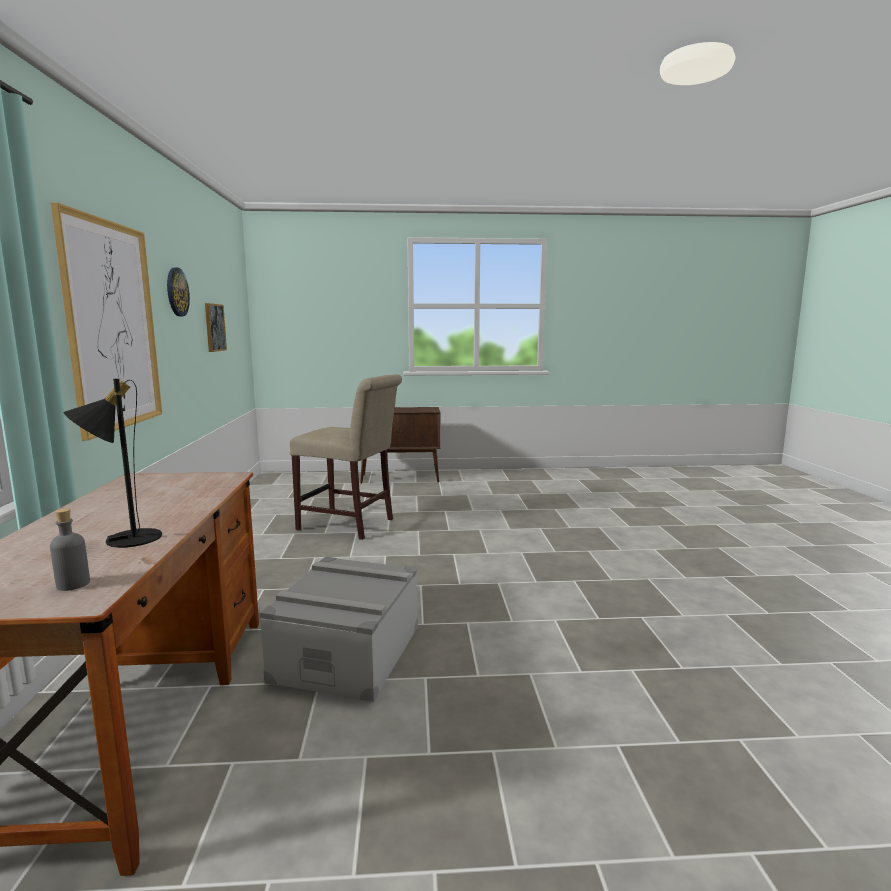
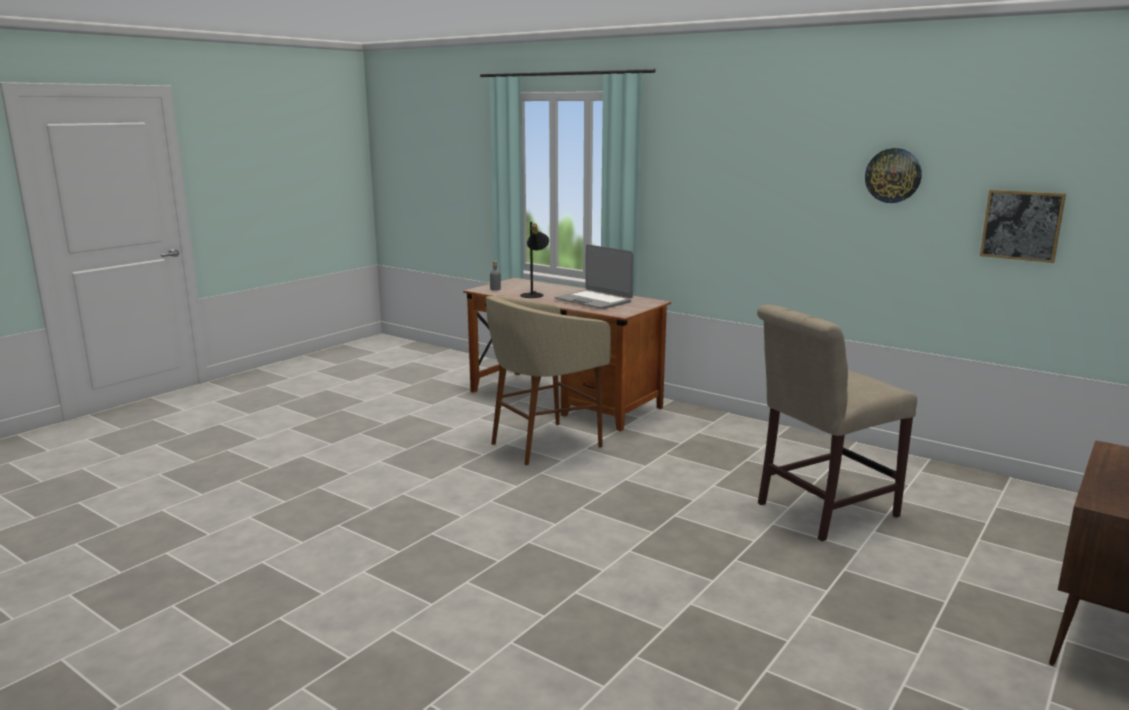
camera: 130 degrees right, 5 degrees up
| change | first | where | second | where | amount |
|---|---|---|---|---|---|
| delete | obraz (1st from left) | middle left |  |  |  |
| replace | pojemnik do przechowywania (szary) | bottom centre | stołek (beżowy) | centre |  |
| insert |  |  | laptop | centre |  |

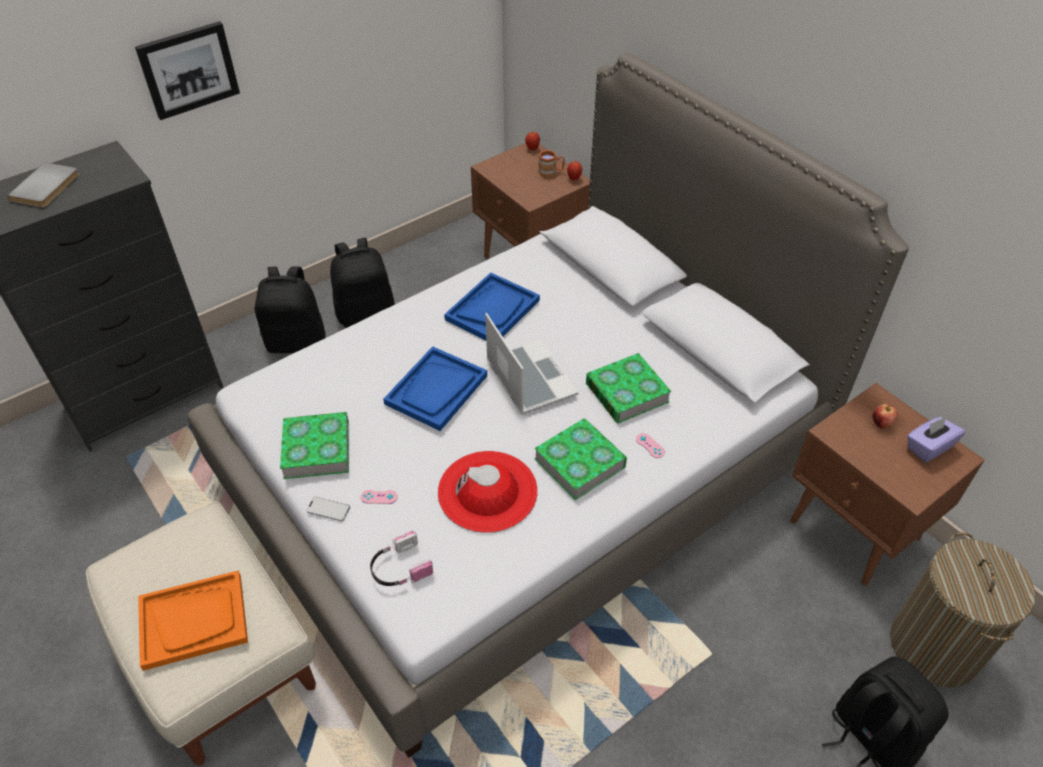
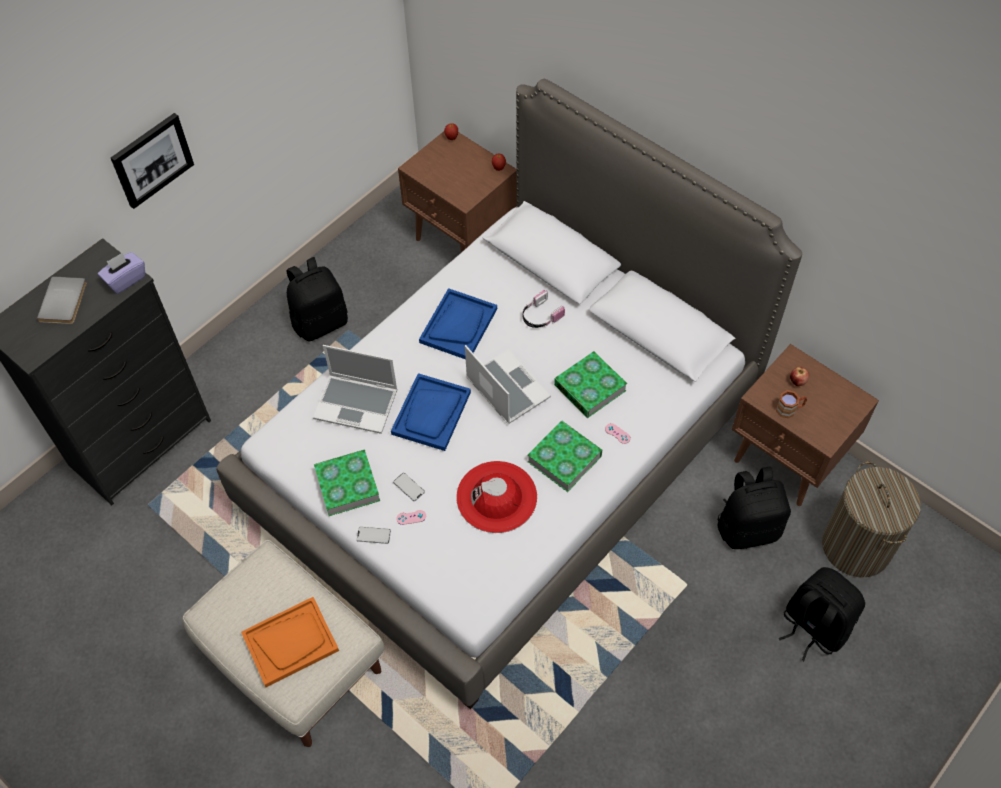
camera: 10 degrees left, 10 degrees up
| change | first | where | second | where | amount |
|---|---|---|---|---|---|
| move | plecak (czarny) (1st from left in the first image) | middle left | plecak (czarny) (2nd from left) | middle right |  |
| move | słuchawki | bottom centre |  | centre |  |
| move | kubek (brązowy) | top centre |  | middle right |  |
| move | pudełko chusteczek (fioletowy) | middle right |  | middle left |  |
| insert |  |  | laptop (1st from left) | centre |  |
| insert |  |  | telefon (2nd from left) | centre |  |

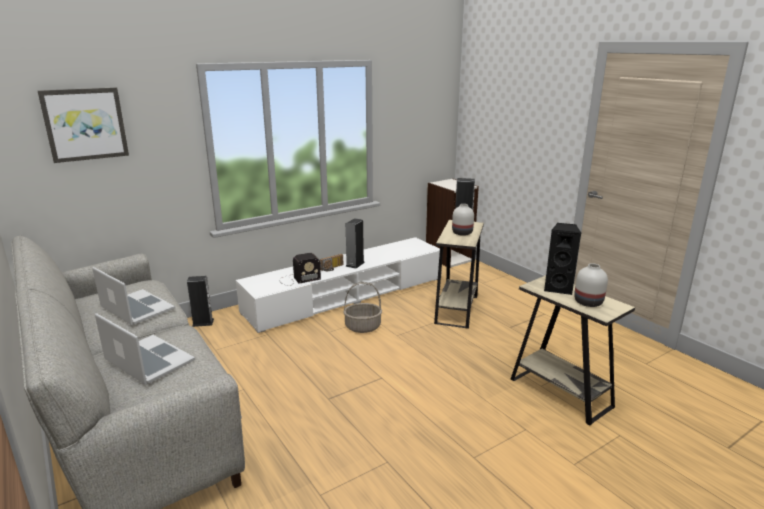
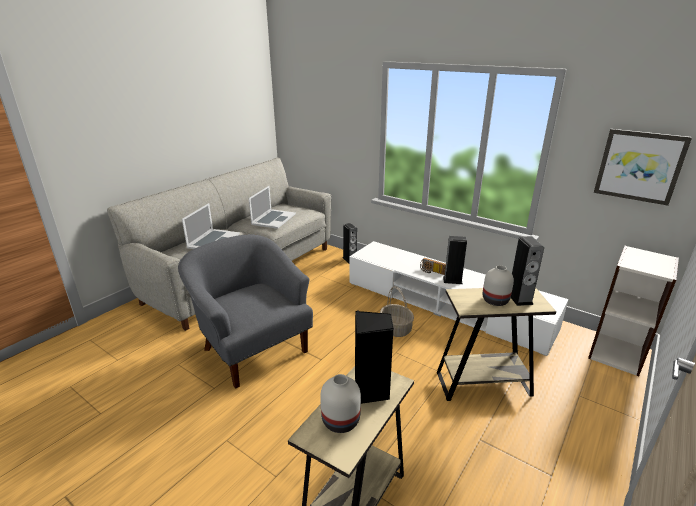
camera: 70 degrees right, 5 degrees up
| change | first | where | second | where | amount |
|---|---|---|---|---|---|
| move | obraz | top left |  | top right |  |
| delete | radio (1st from left) | centre |  |  |  |
| insert |  |  | fotel (szary) | centre |  |

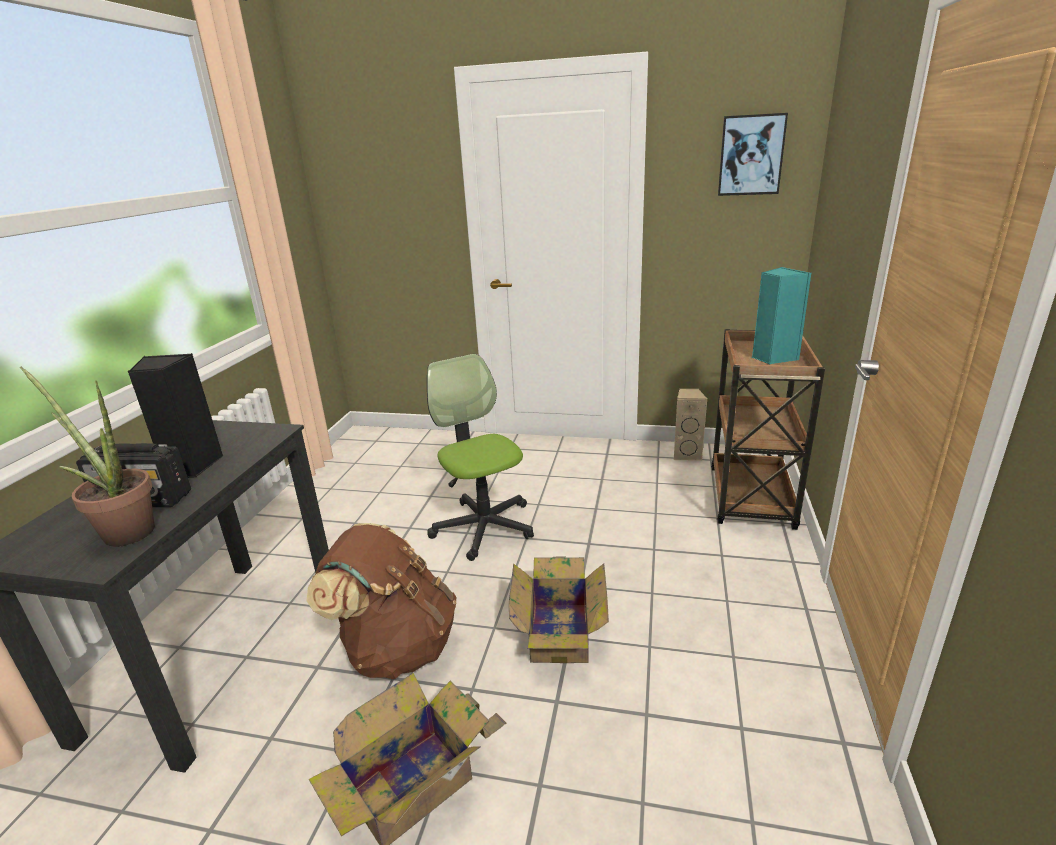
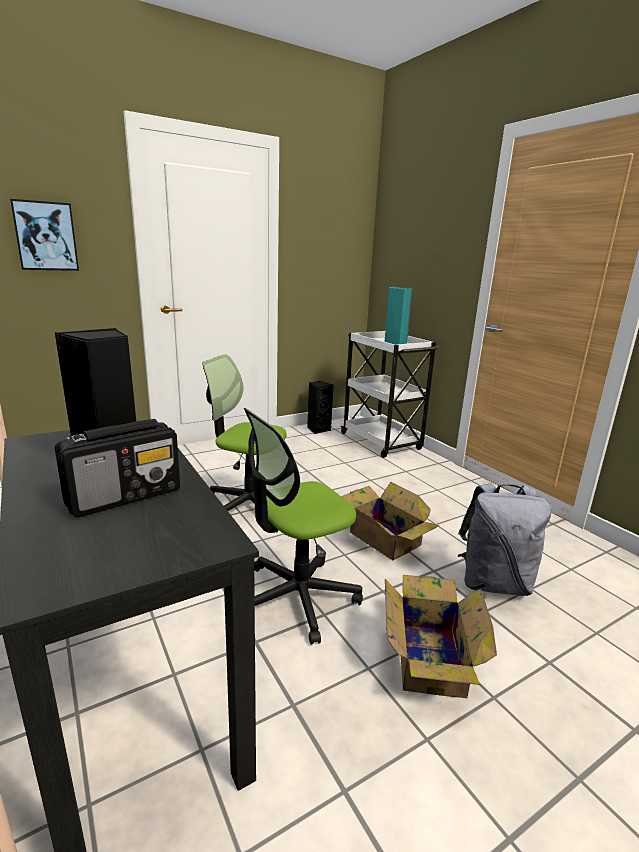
camera: 45 degrees left, 5 degrees down
| change | first | where | second | where | amount |
|---|---|---|---|---|---|
| delete | roślina doniczkowa | middle left |  |  |  |
| replace | plecak (brązowy) | bottom centre | krzesło biurowe (2nd from left) | centre |  |
| recolor | głośnik (beżowy) | centre | głośnik (czarny) (2nd from left) | centre |  |
| recolor | wózek (brązowy) | middle right | wózek (biały) | centre |  |
| move | obraz | top right |  | top left |  |
| insert |  |  | plecak (szary) | middle right |  |

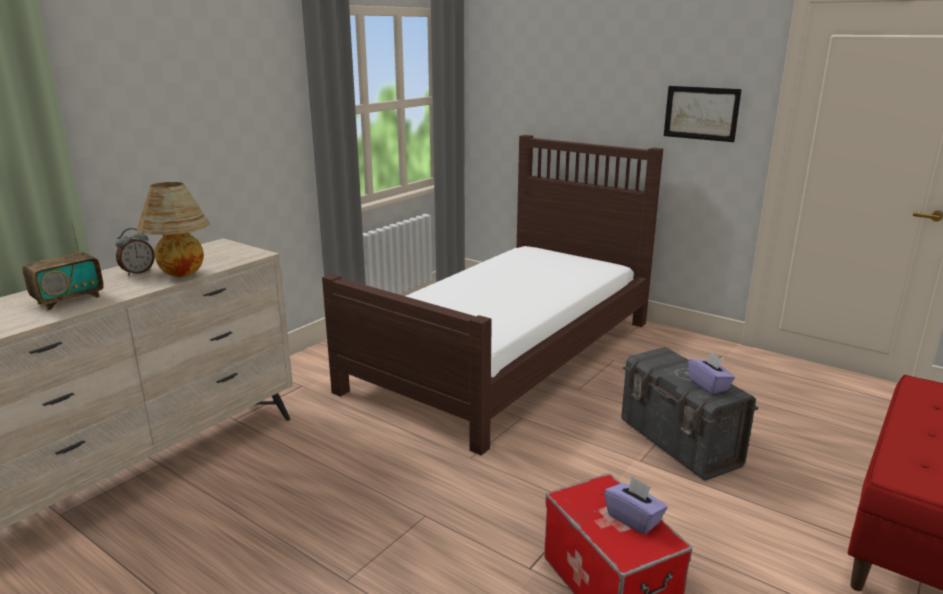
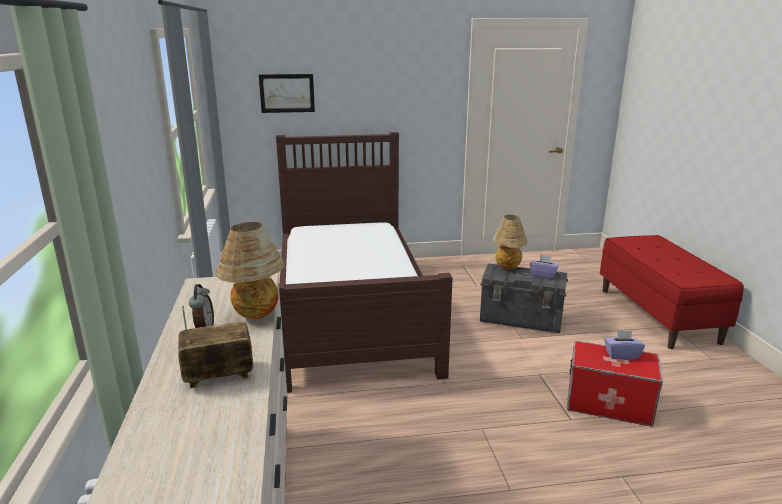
camera: 45 degrees left, 0 degrees up
| change | first | where | second | where | amount |
|---|---|---|---|---|---|
| rotate | radio | middle left |  | bottom left | 105 degrees counterclockwise |
| move | obraz | top right |  | top centre |  |
| insert |  |  | lampa stołowa (2nd from left) | centre |  |

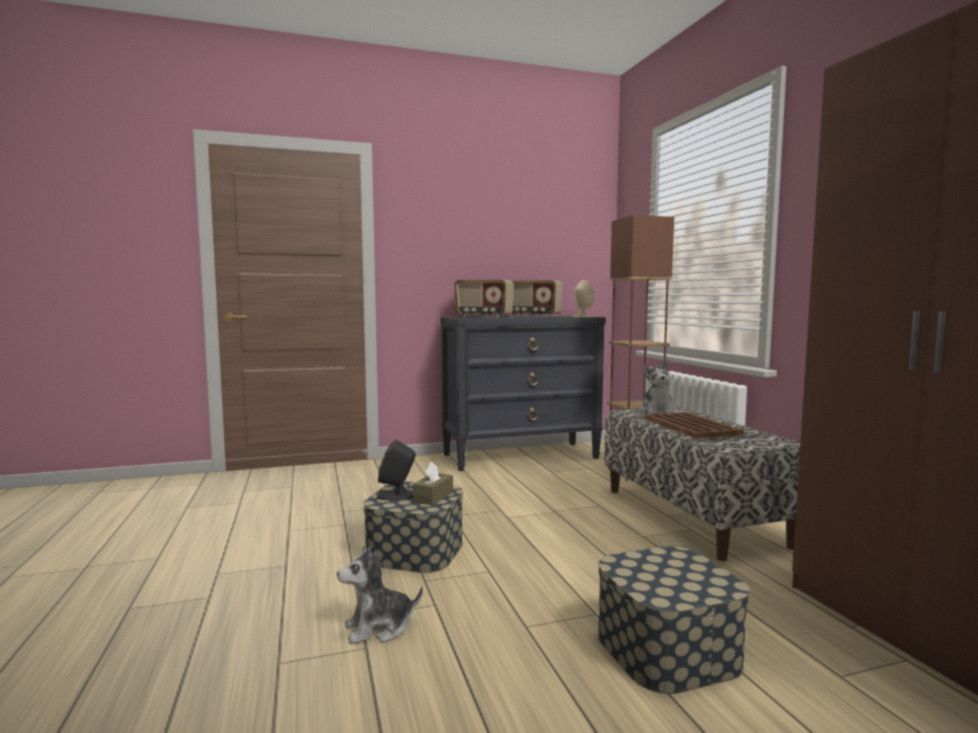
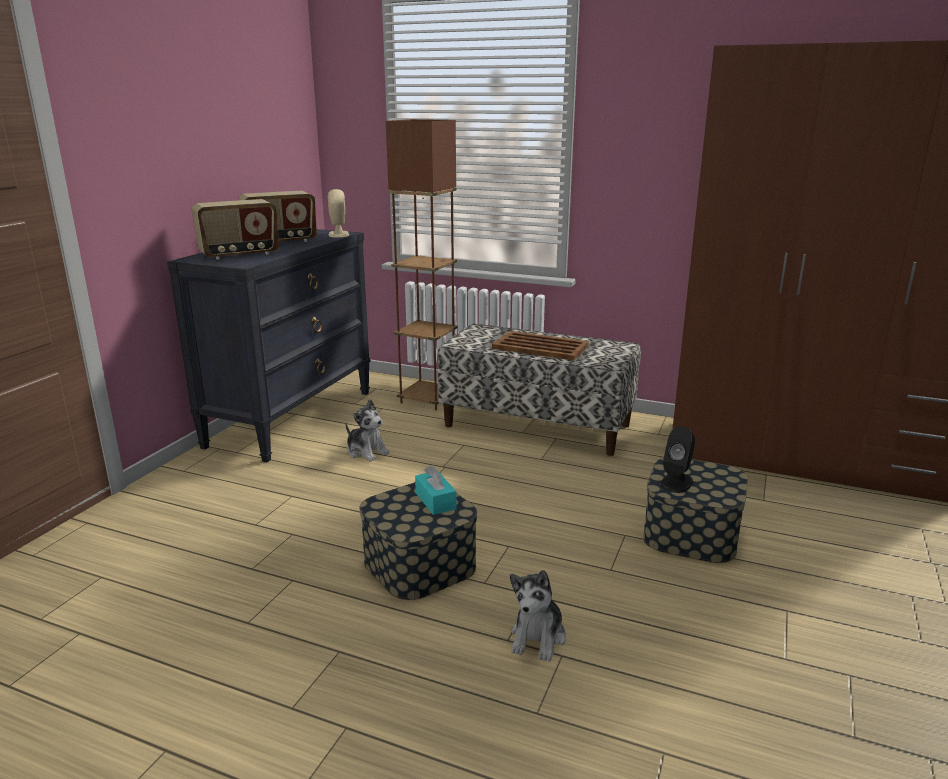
camera: 50 degrees left, 15 degrees up
| change | first | where | second | where | amount |
|---|---|---|---|---|---|
| move | głośnik (czarny) | centre |  | middle right |  |
| recolor | pudełko chusteczek (brązowy) | centre | pudełko chusteczek (turkusowy) | centre |  |
| move | pluszak (2nd from left in the first image) | middle right | pluszak (1st from left) | centre |  |

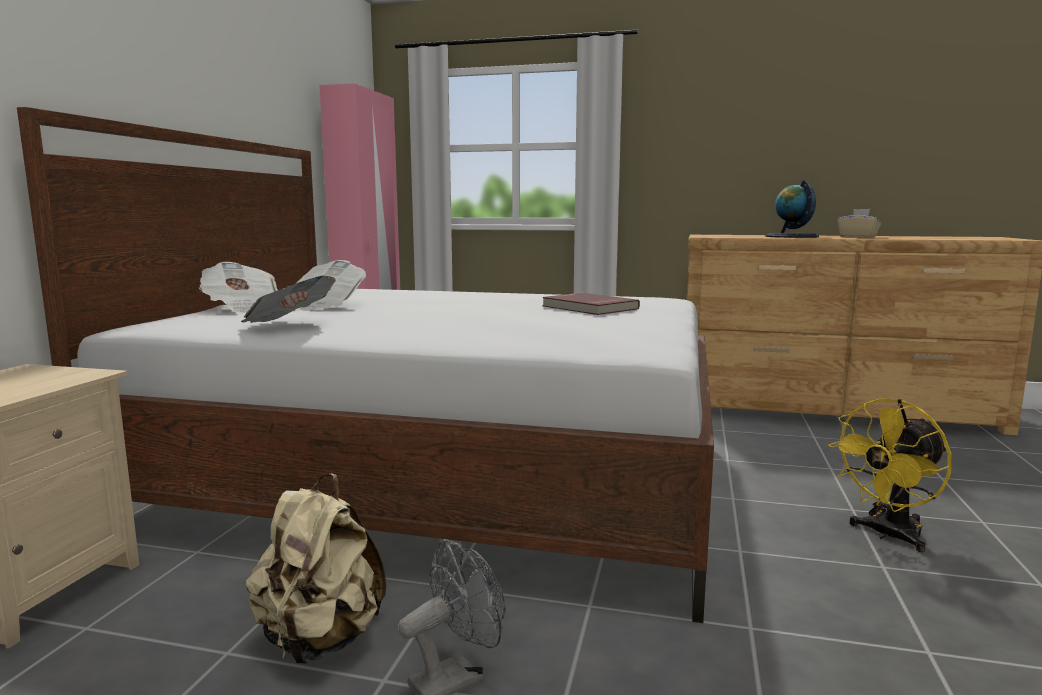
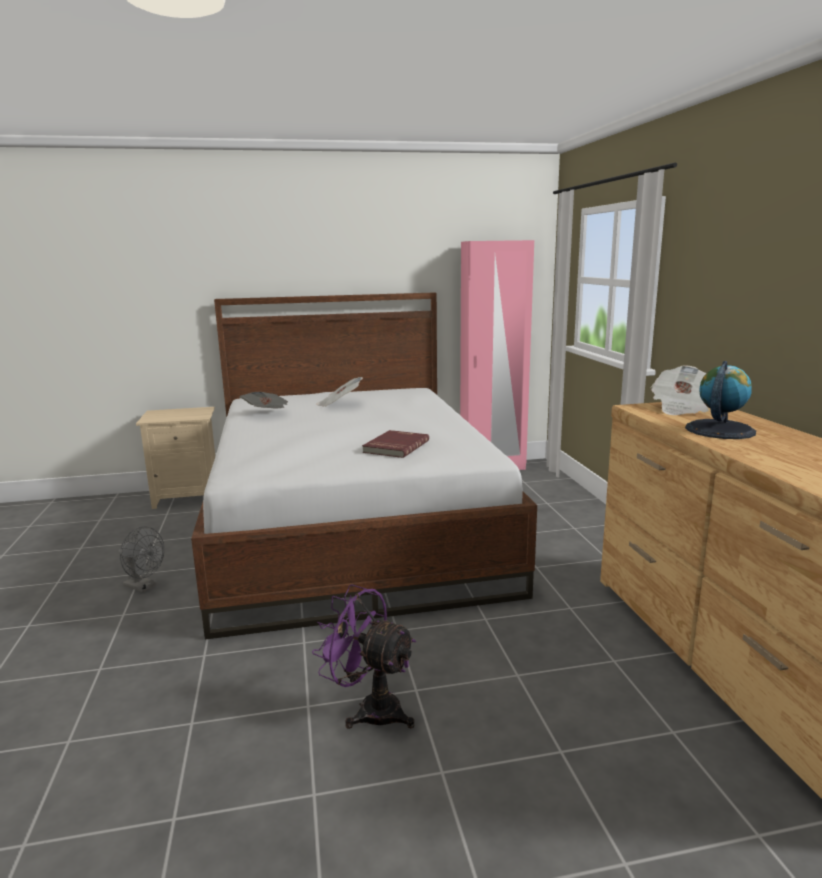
camera: 65 degrees right, 5 degrees up
| change | first | where | second | where | amount |
|---|---|---|---|---|---|
| move | gazeta (1st from left in the first image) | middle left | gazeta (3rd from left) | middle right |  |
| delete | plecak (beżowy) | bottom left |  |  |  |
| recolor | wentylator (żółty) | bottom right | wentylator (fioletowy) | bottom centre |  |
| delete | pudełko chusteczek (beżowy) | top right |  |  |  |

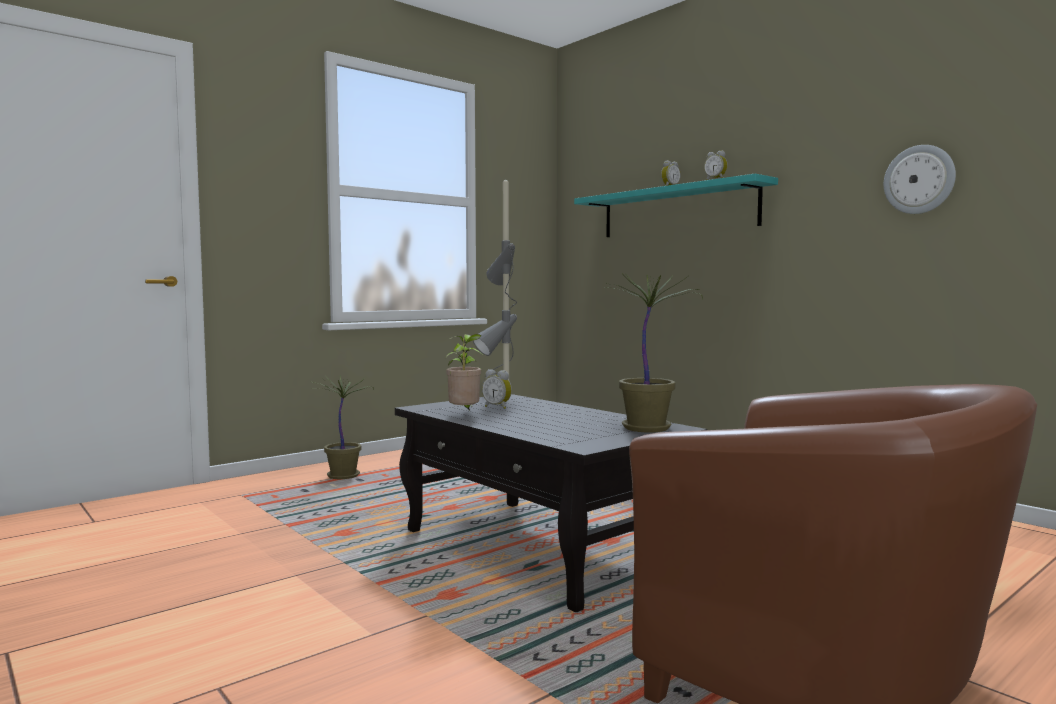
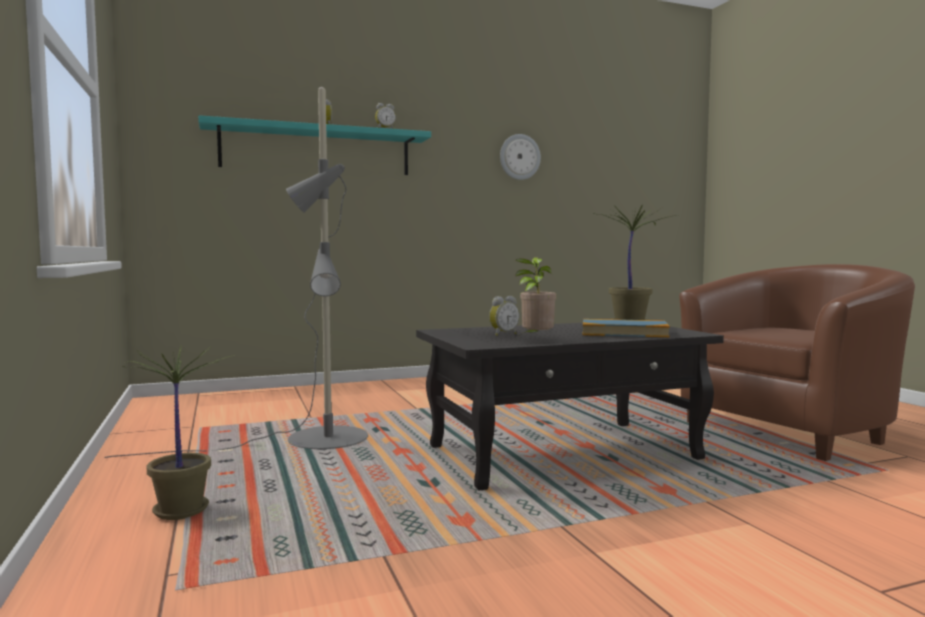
camera: 70 degrees left, 0 degrees up
| change | first | where | second | where | amount |
|---|---|---|---|---|---|
| insert |  |  | książka | middle right |  |

